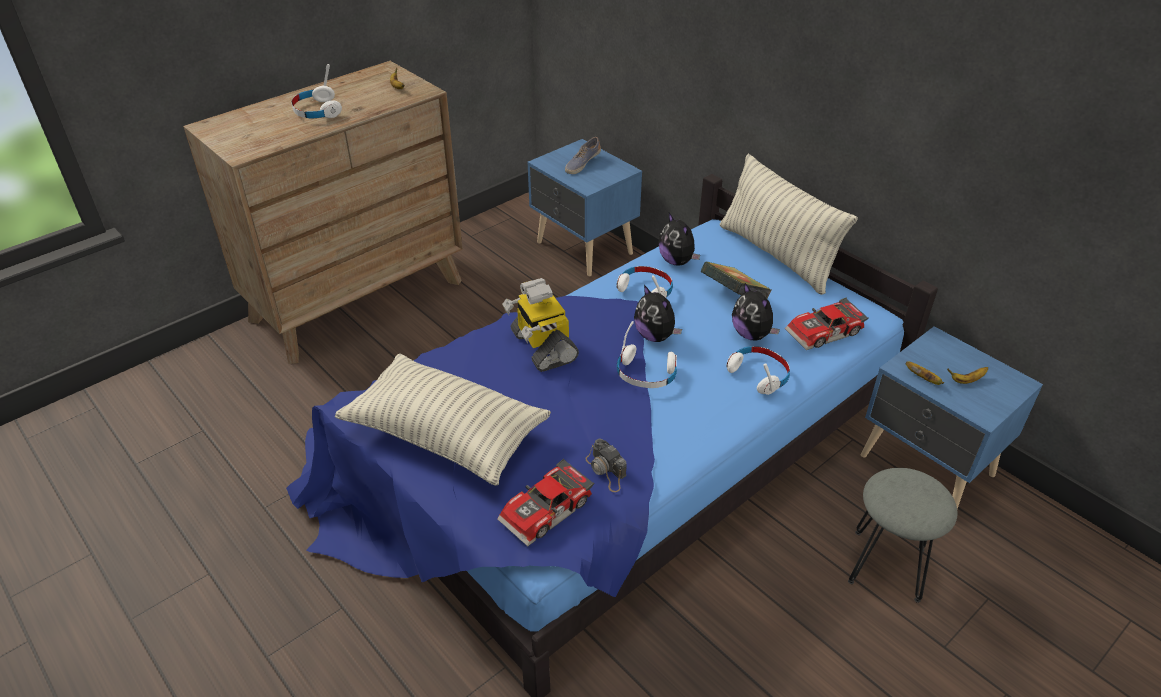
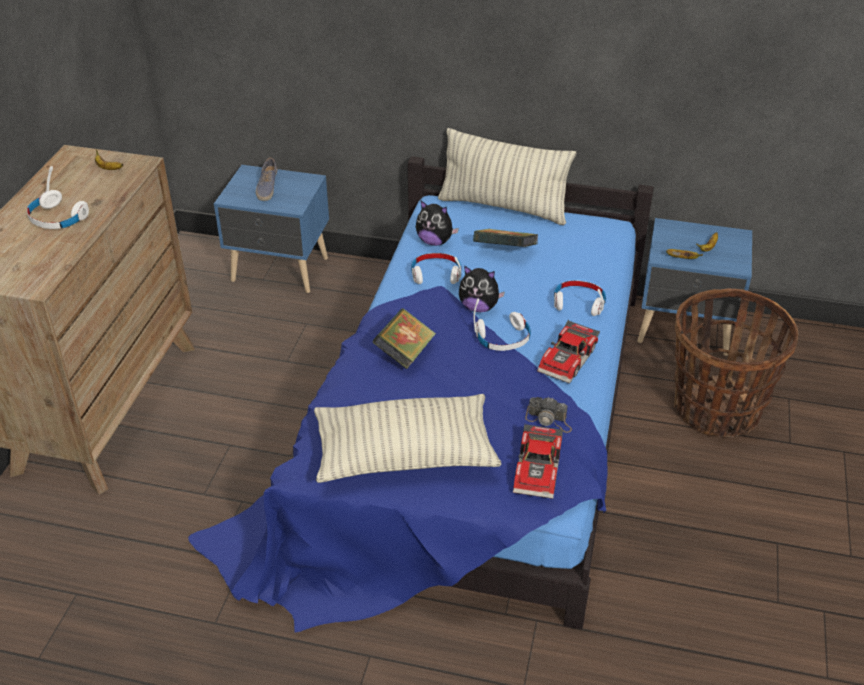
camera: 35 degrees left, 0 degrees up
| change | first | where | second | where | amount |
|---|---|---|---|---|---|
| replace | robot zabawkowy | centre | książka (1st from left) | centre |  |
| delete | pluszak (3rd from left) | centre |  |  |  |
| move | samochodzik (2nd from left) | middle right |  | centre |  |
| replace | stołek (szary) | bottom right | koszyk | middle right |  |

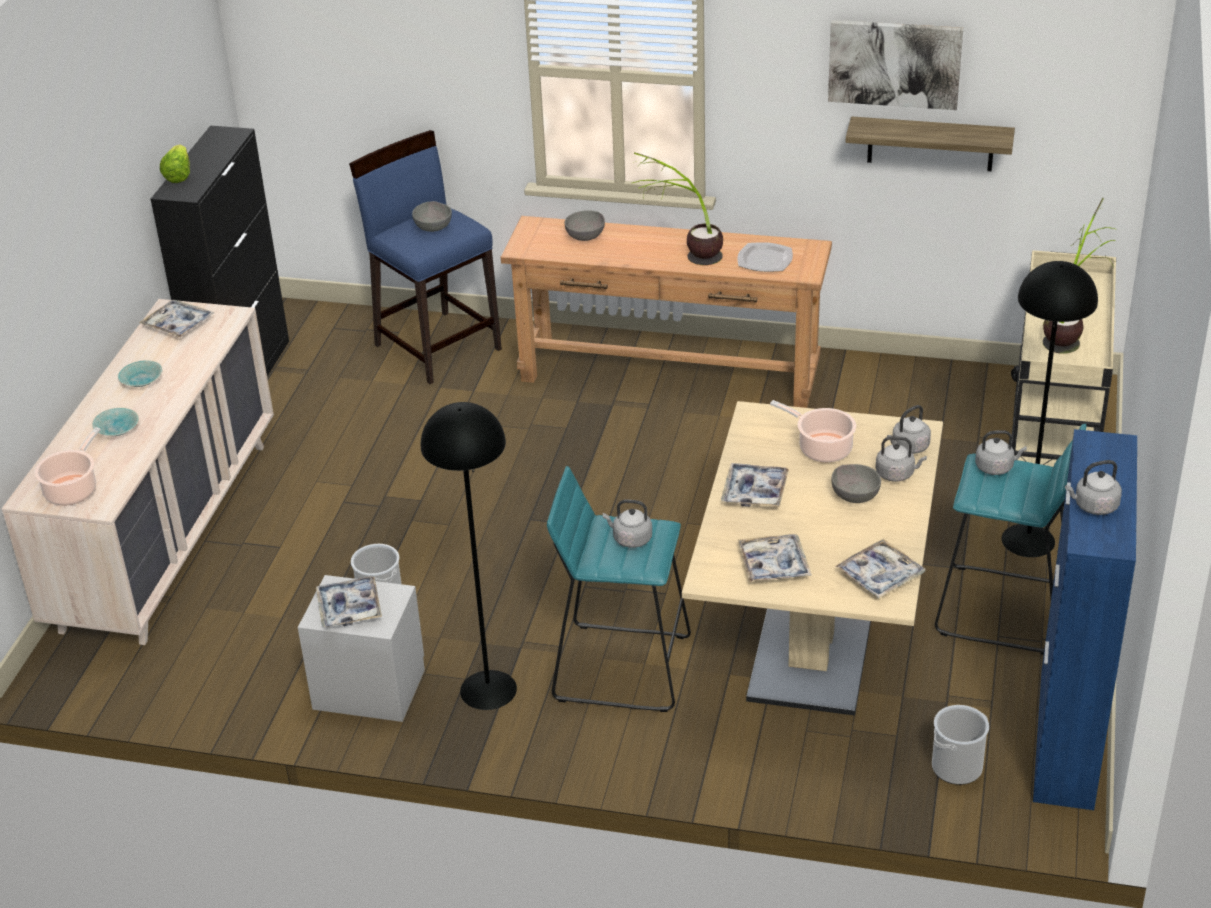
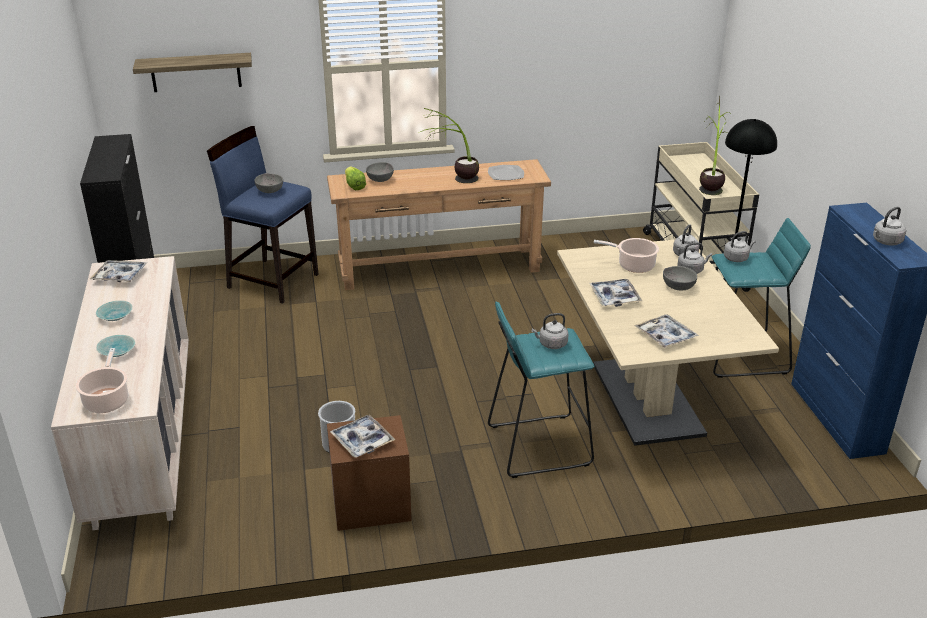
camera: 25 degrees left, 5 degrees down
| change | first | where | second | where | amount |
|---|---|---|---|---|---|
| move | sałata | top left |  | top centre |  |
| recolor | szafka nocna (szary) | bottom left | szafka nocna (brązowy) | bottom centre |  |
| delete | lampa stojąca (czarny) (1st from left) | centre |  |  |  |
| delete | obraz | top right |  |  |  |
| delete | taca (5th from left) | middle right |  |  |  |
| move | półka | top right |  | top left |  |
| delete | wiadro (2nd from left) | bottom right |  |  |  |

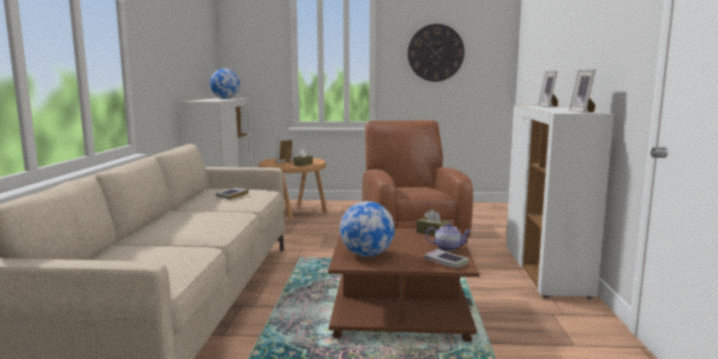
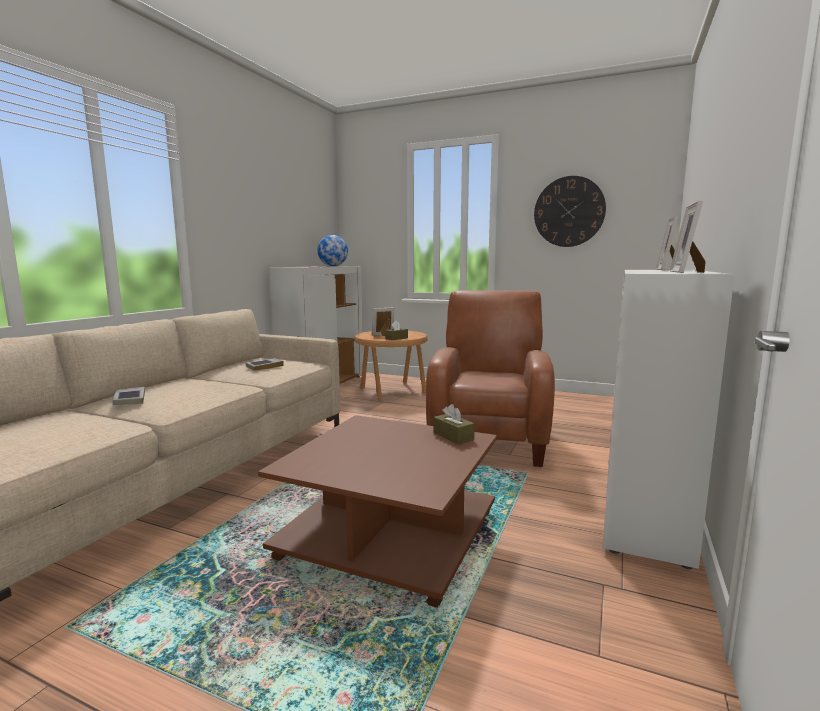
camera: 20 degrees right, 0 degrees up
| change | first | where | second | where | amount |
|---|---|---|---|---|---|
| delete | globus (2nd from left) | centre |  |  |  |
| move | książka (2nd from left in the first image) | bottom centre | książka (1st from left) | middle left |  |
| delete | imbryk | centre |  |  |  |

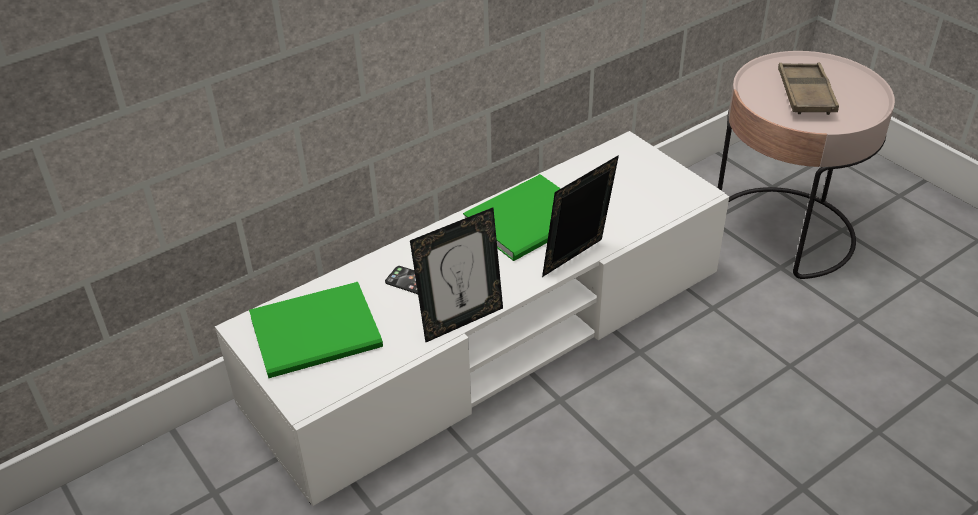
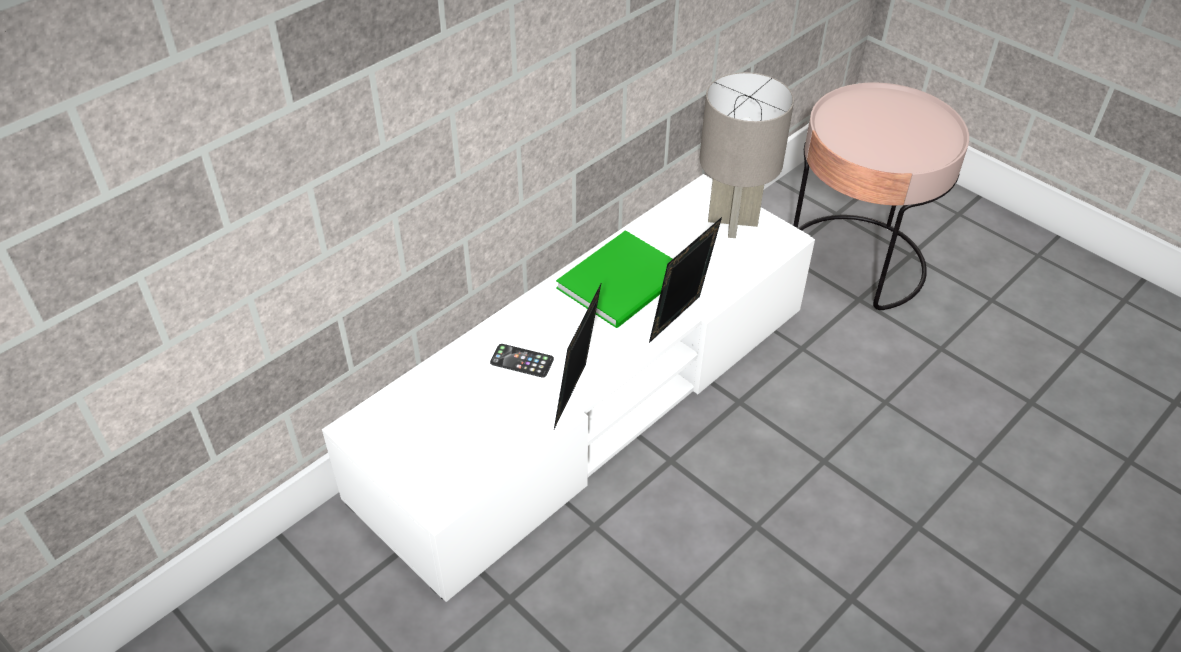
camera: 10 degrees left, 5 degrees up
| change | first | where | second | where | amount |
|---|---|---|---|---|---|
| delete | książka (zielony) (1st from left) | middle left |  |  |  |
| rotate | ramka na zdjęcie (1st from left) | centre |  | centre | 150 degrees clockwise |
| delete | taca (brązowy) | top right |  |  |  |
| insert |  |  | lampa stołowa (szary) | top centre |  |

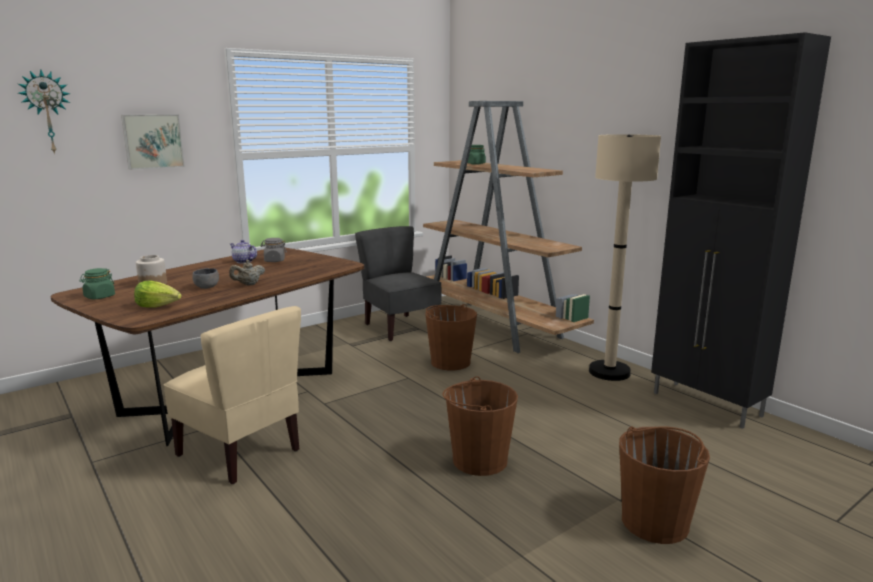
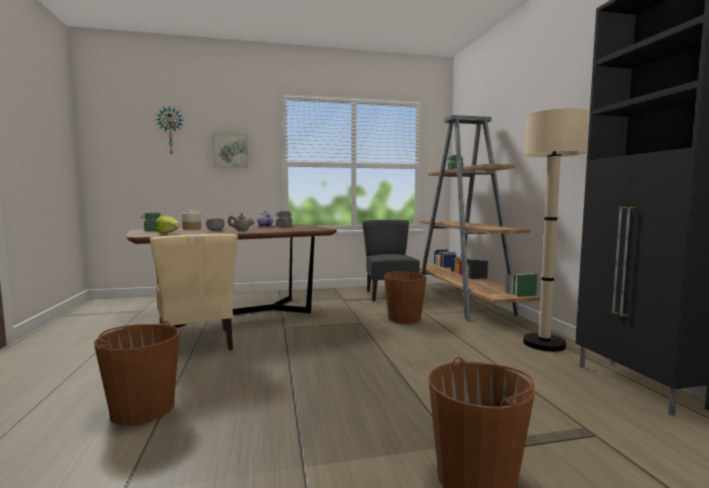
camera: 25 degrees right, 10 degrees down
| change | first | where | second | where | amount |
|---|---|---|---|---|---|
| move | wiadro (brązowy) (2nd from left in the first image) | bottom centre | wiadro (brązowy) (1st from left) | bottom left |  |

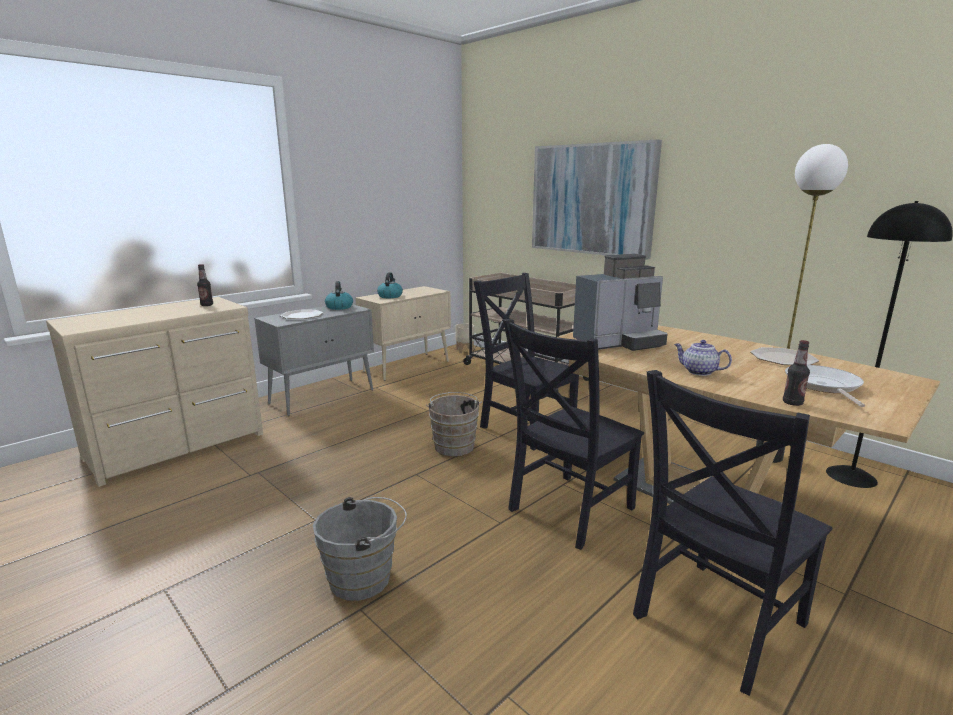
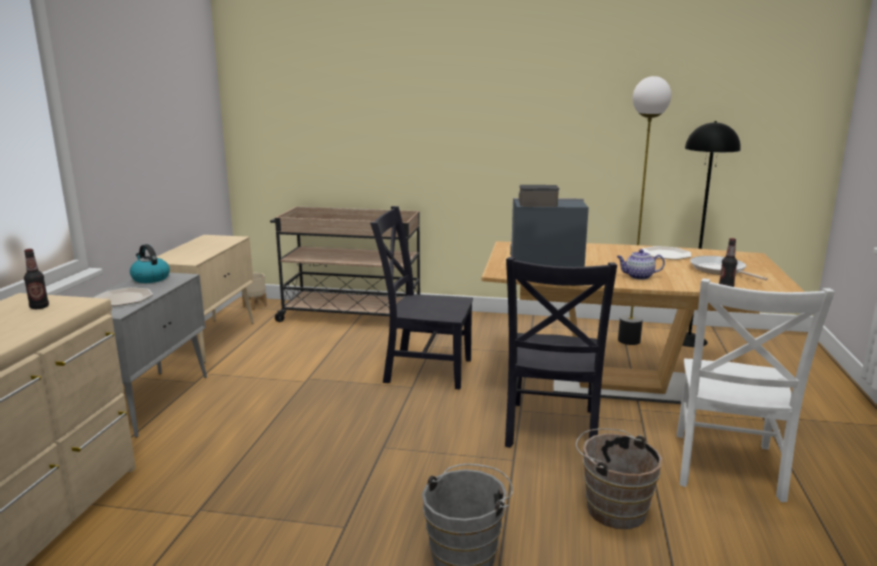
camera: 35 degrees left, 0 degrees up
| change | first | where | second | where | amount |
|---|---|---|---|---|---|
| delete | czajnik (2nd from left) | centre |  |  |  |
| move | wiadro (brązowy) | centre |  | bottom right |  |
| delete | obraz | top centre |  |  |  |
| rotate | ekspres do kawy | centre |  | centre | 120 degrees counterclockwise |
| recolor | krzesło (czarny) (3rd from left) | bottom right | krzesło (biały) | bottom right |  |

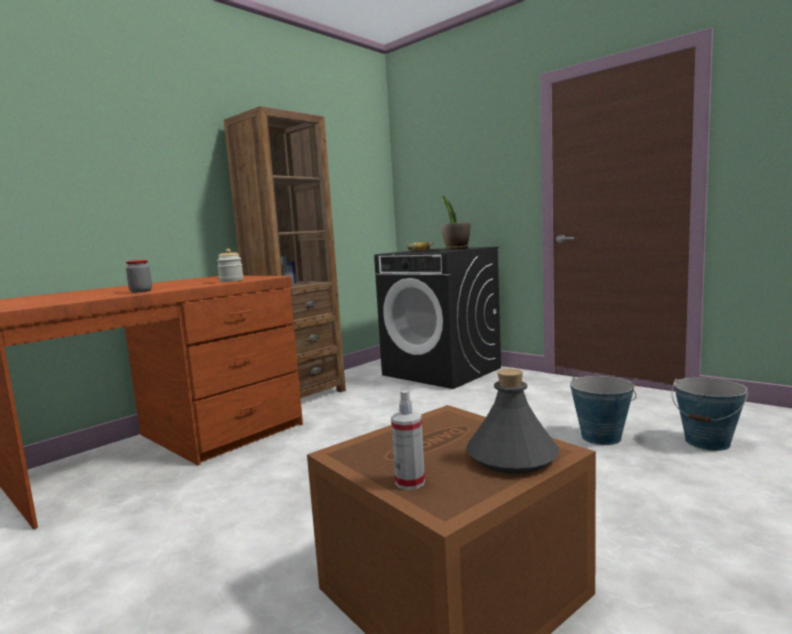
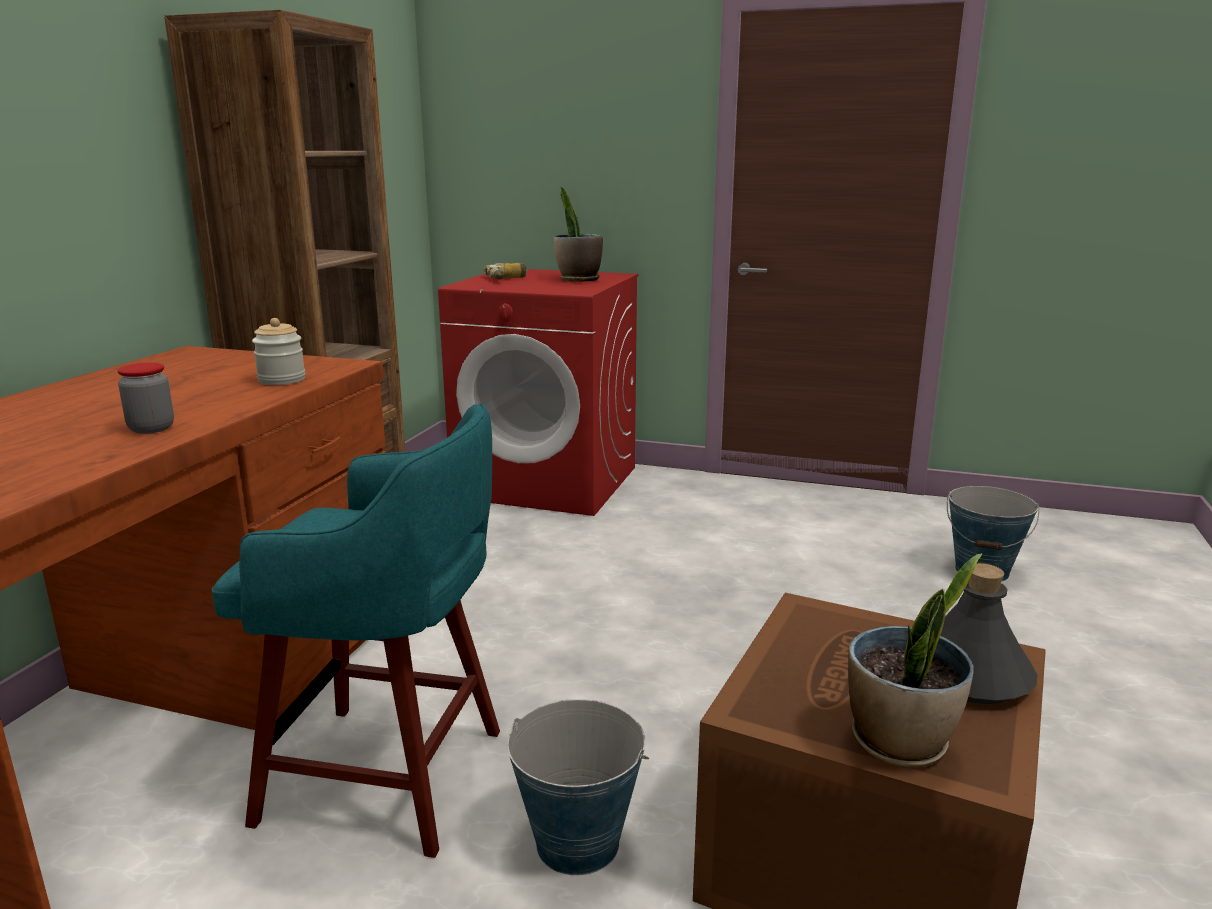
camera: 25 degrees left, 10 degrees up
| change | first | where | second | where | amount |
|---|---|---|---|---|---|
| recolor | pralka (czarny) | centre | pralka (czerwony) | centre |  |
| replace | spryskiwacz | bottom centre | roślina doniczkowa (2nd from left) | bottom right |  |
| move | wiadro (1st from left) | middle right |  | bottom centre |  |
| insert |  |  | stołek (turkusowy) | bottom left |  |

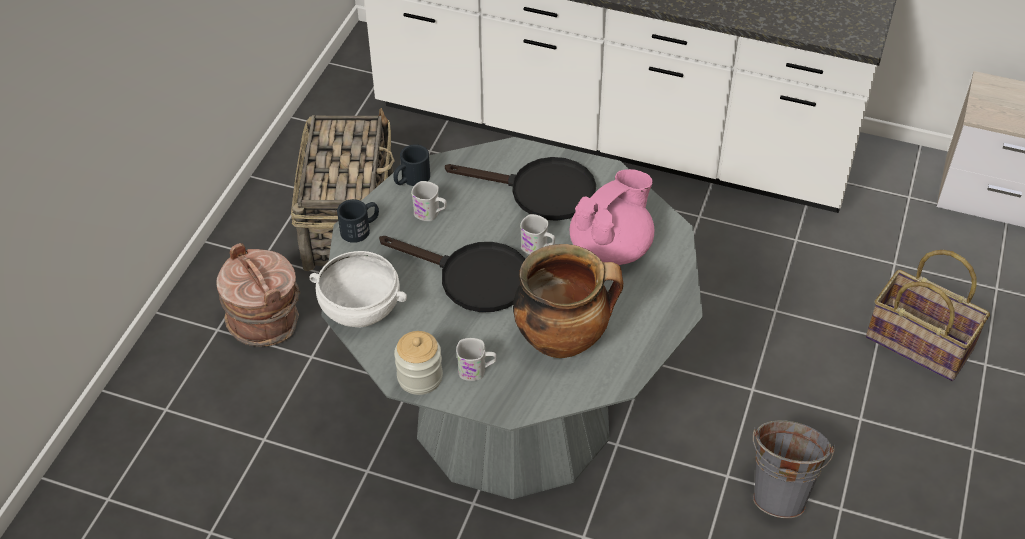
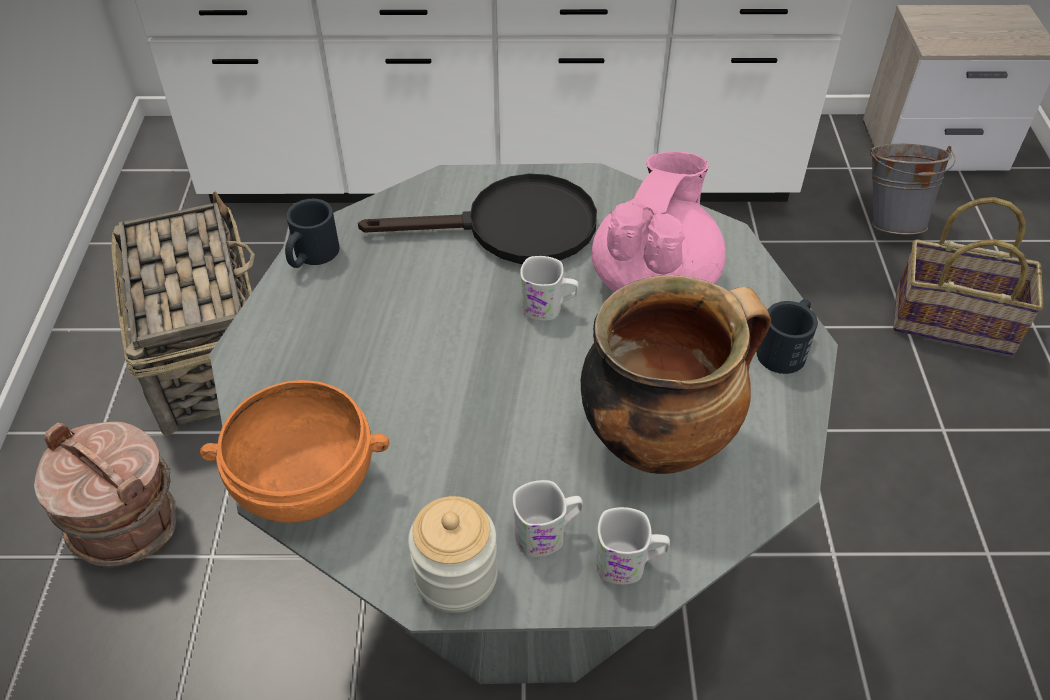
camera: 20 degrees left, 0 degrees up
| change | first | where | second | where | amount |
|---|---|---|---|---|---|
| recolor | miska (biały) | centre | miska (pomarańczowy) | middle left |  |
| move | kubek (czarny) (1st from left in the first image) | centre | kubek (czarny) (2nd from left) | middle right |  |
| delete | patelnia (czarny) (1st from left) | centre |  |  |  |
| move | kubek (biały) (1st from left in the first image) | centre | kubek (biały) (3rd from left) | bottom centre |  |
| move | wiadro (szary) | bottom right |  | top right |  |

